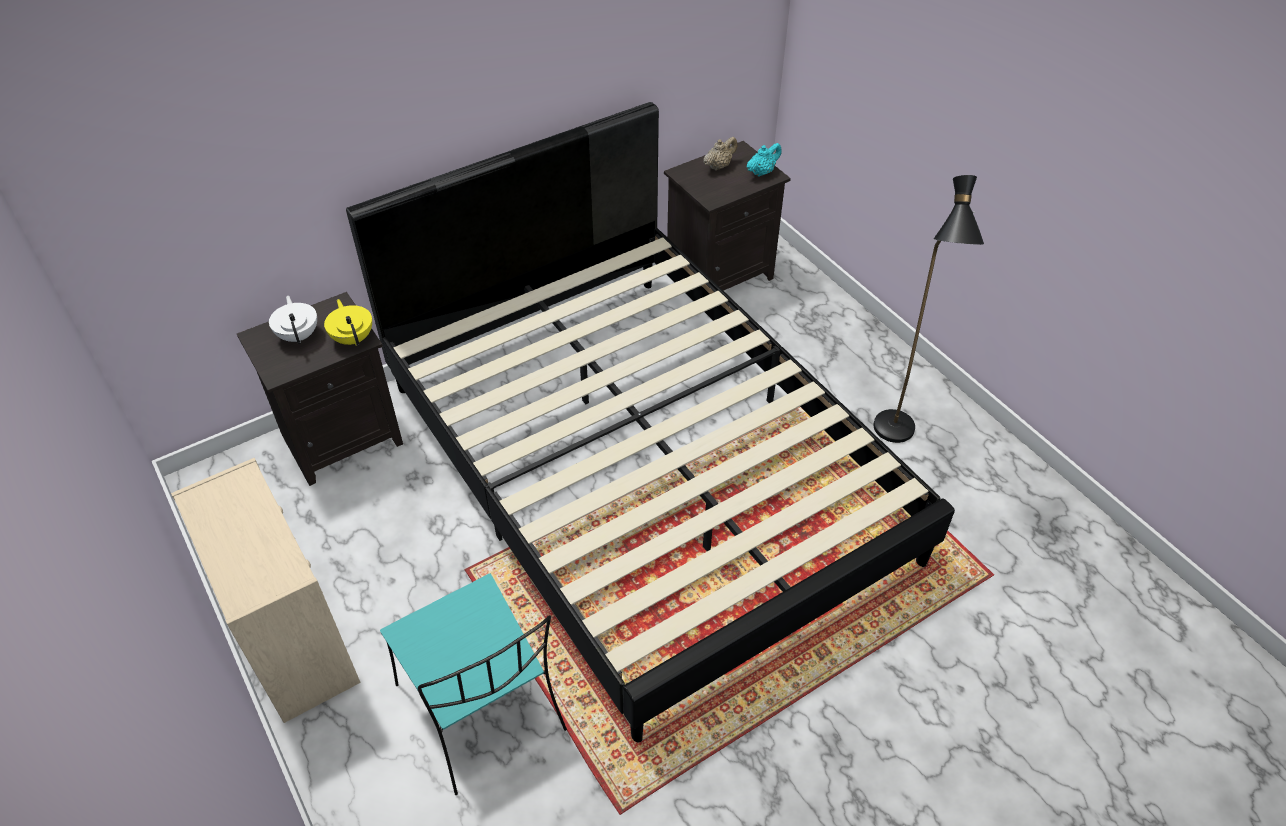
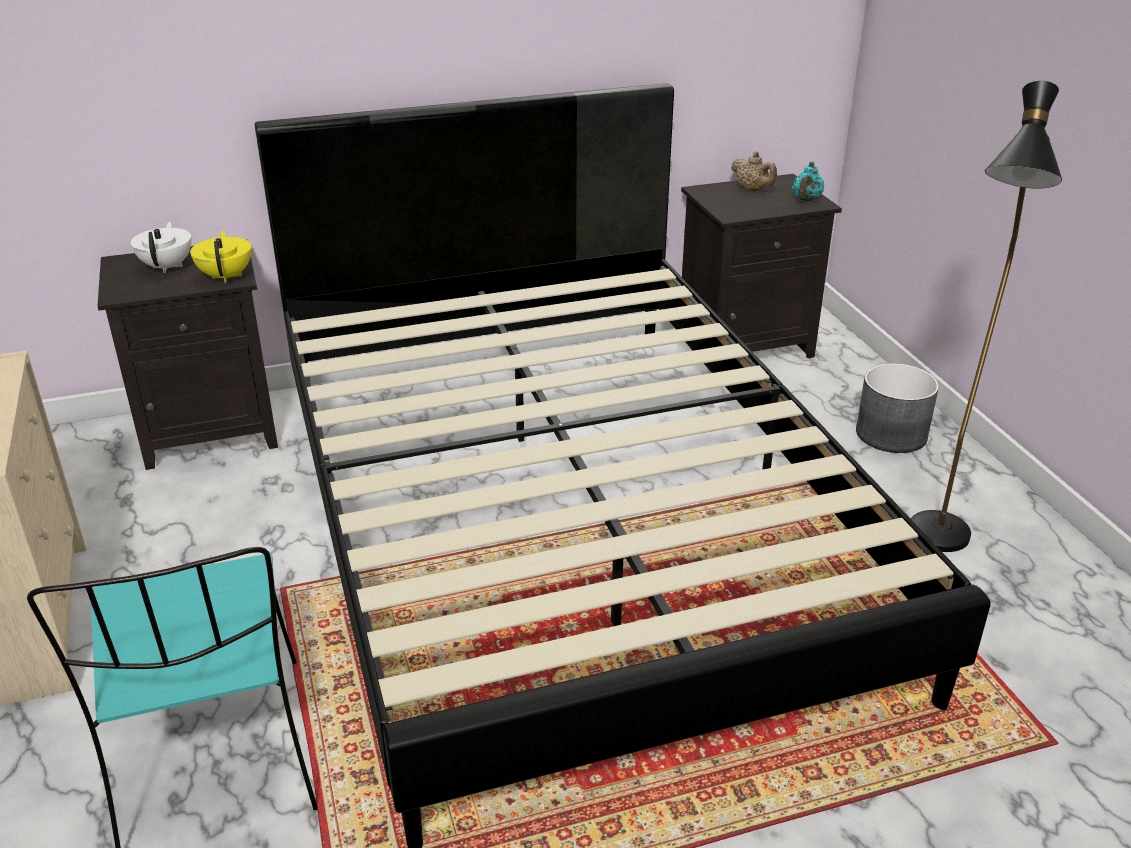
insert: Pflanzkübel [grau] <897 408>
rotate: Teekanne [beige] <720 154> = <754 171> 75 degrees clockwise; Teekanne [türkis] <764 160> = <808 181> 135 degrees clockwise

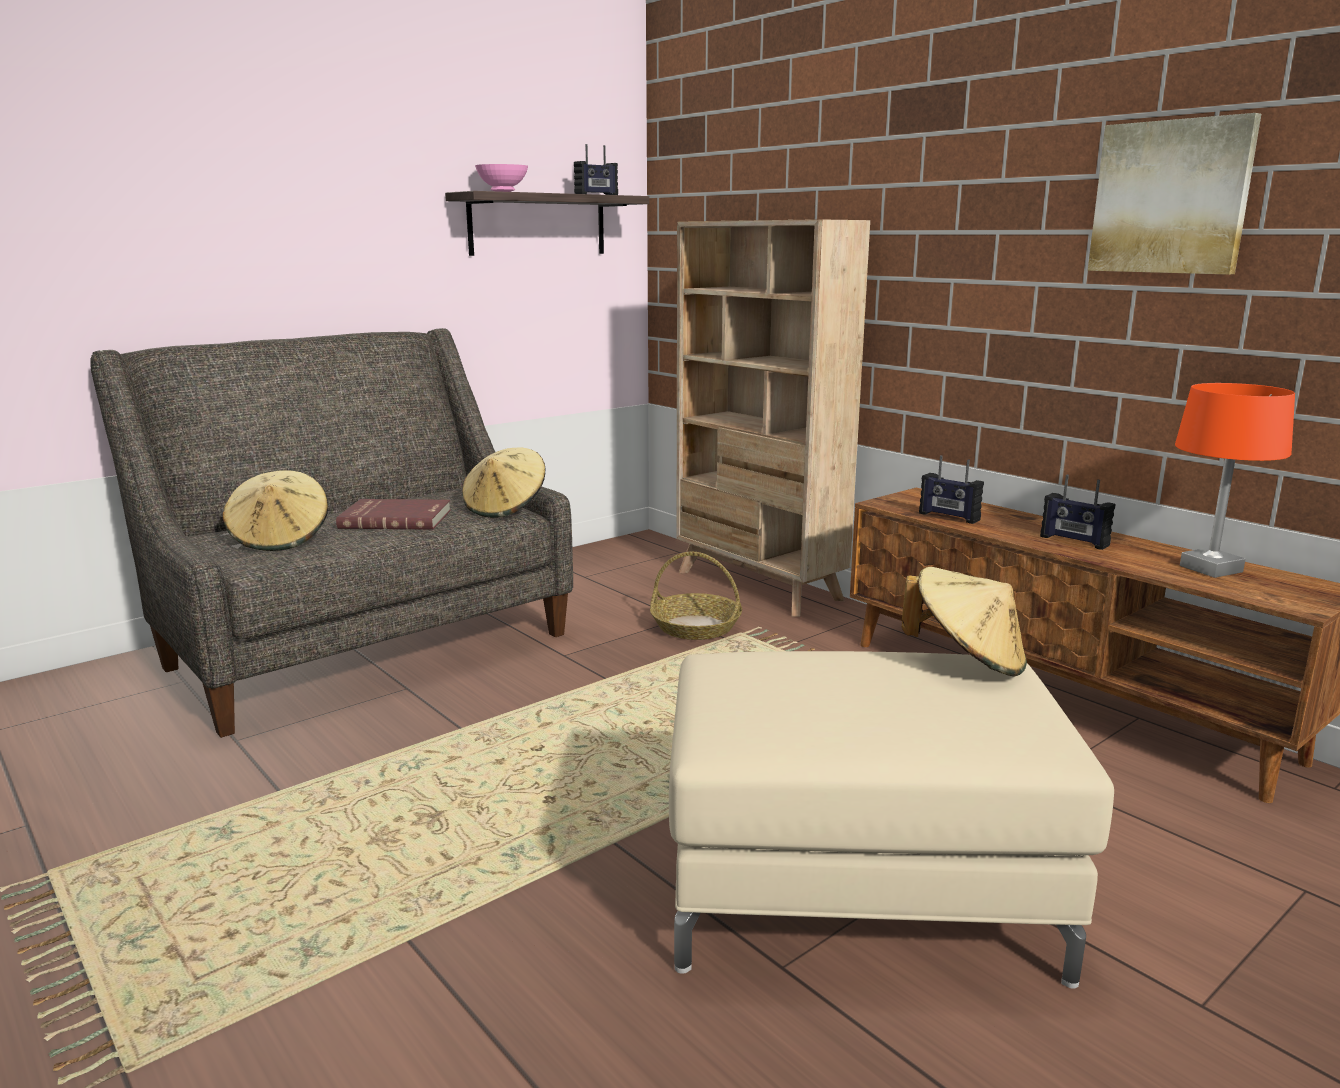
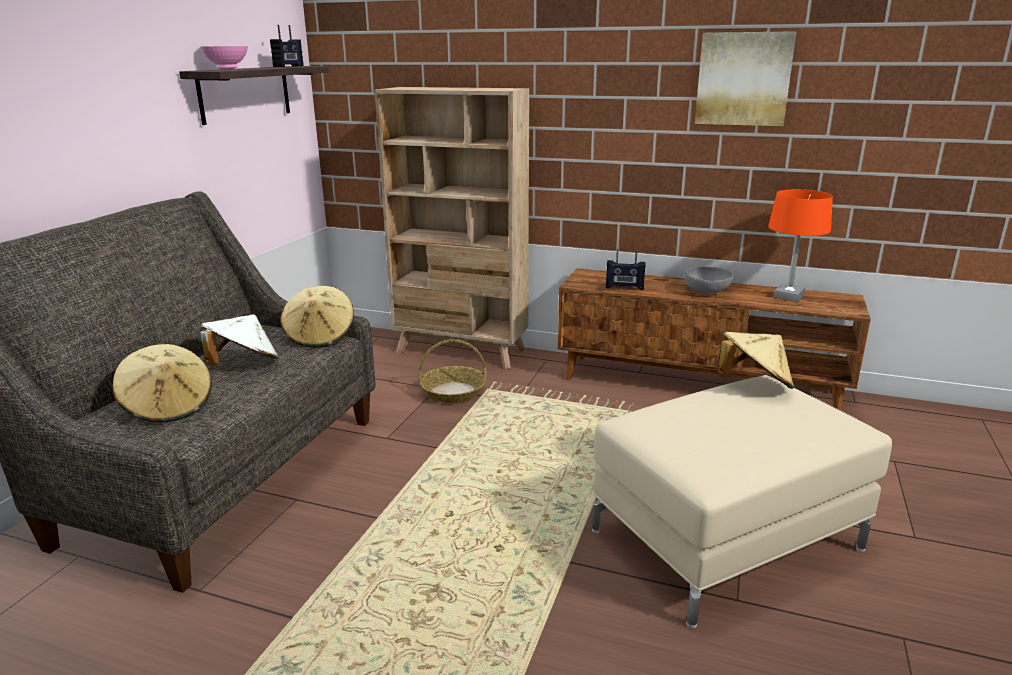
replace: Buch [rot] <393 514> to Hut [weiß] <239 339>; Radio <1077 512> to Schüssel [grau] <709 280>

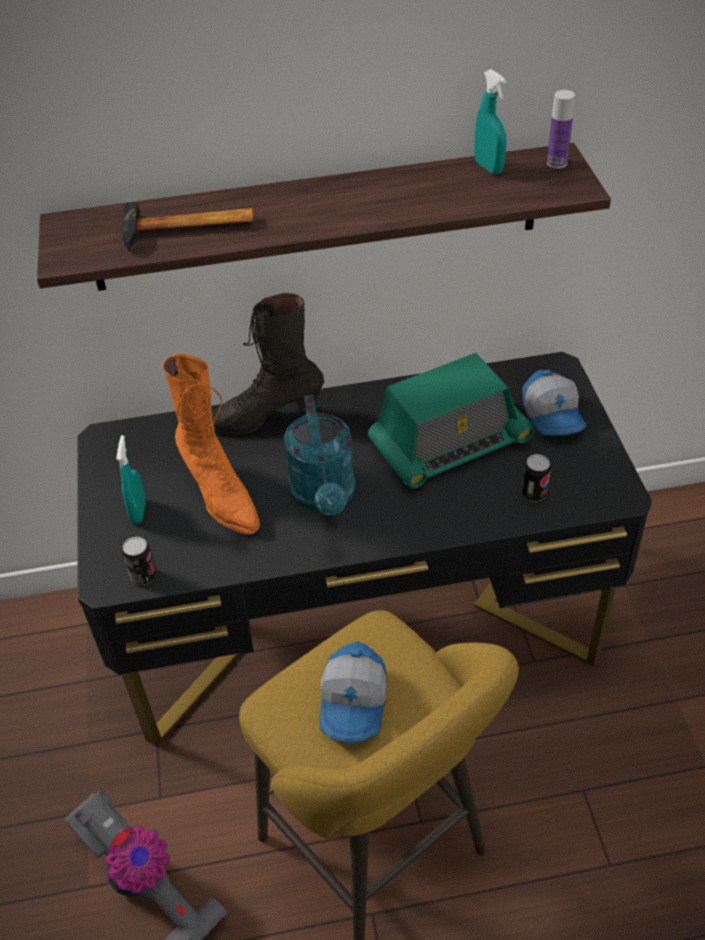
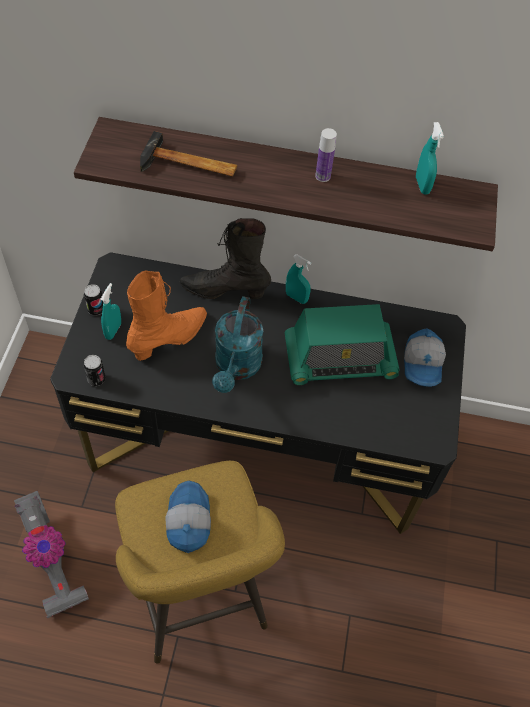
insert: Sprühflasche [türkis] <298 279>
move: Dose <536 478> to <93 299>; Flasche <561 129> to <326 155>
rotate: Stiefel [orange] <211 444> = <166 316> 120 degrees counterclockwise; Kappe <353 692> = <188 517> 150 degrees clockwise

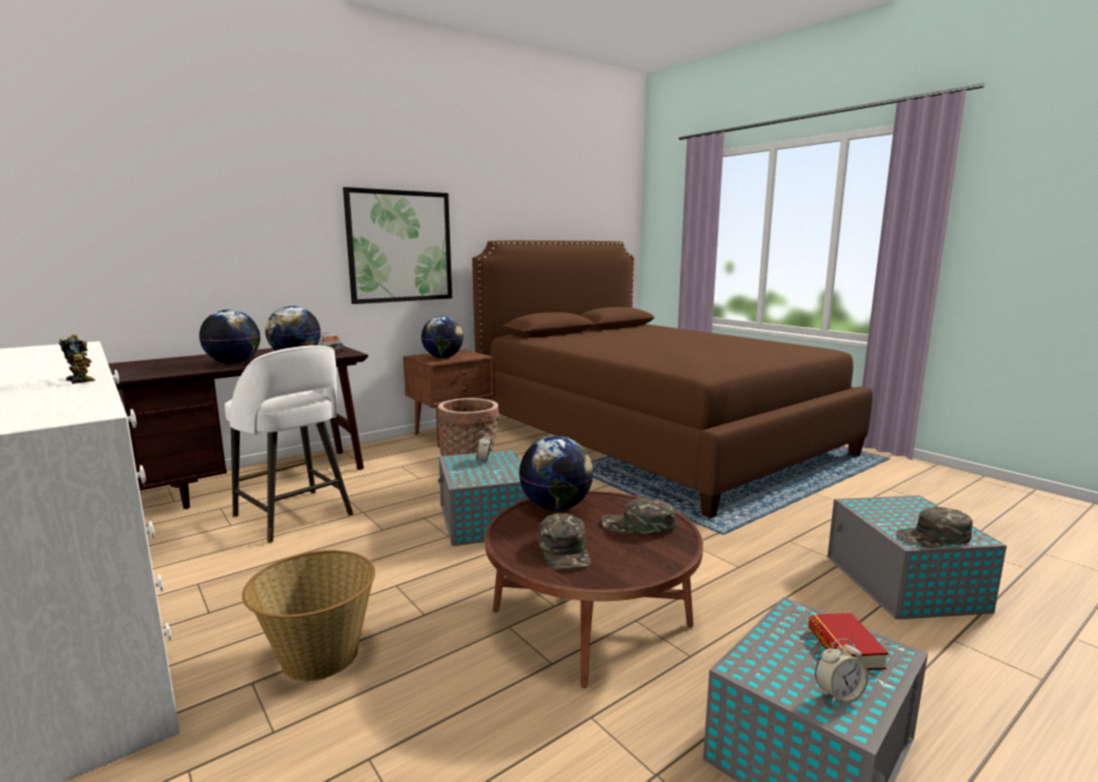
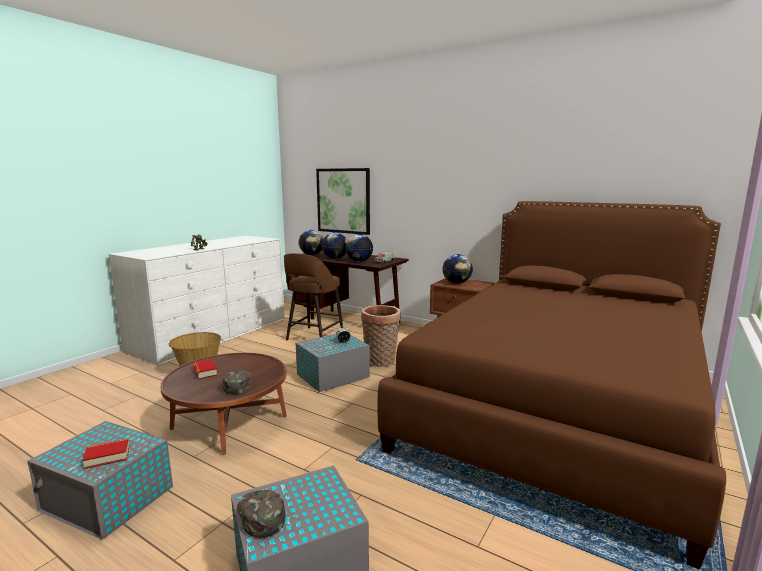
delete: Wecker <841 671>
move: Bild <397 245> to <343 201>; Globus <556 473> to <311 242>
replace: Kappe [grün] <564 541> to Buch <205 369>
recolor: Hocker [weiß] <289 444> to Hocker [braun] <313 297>

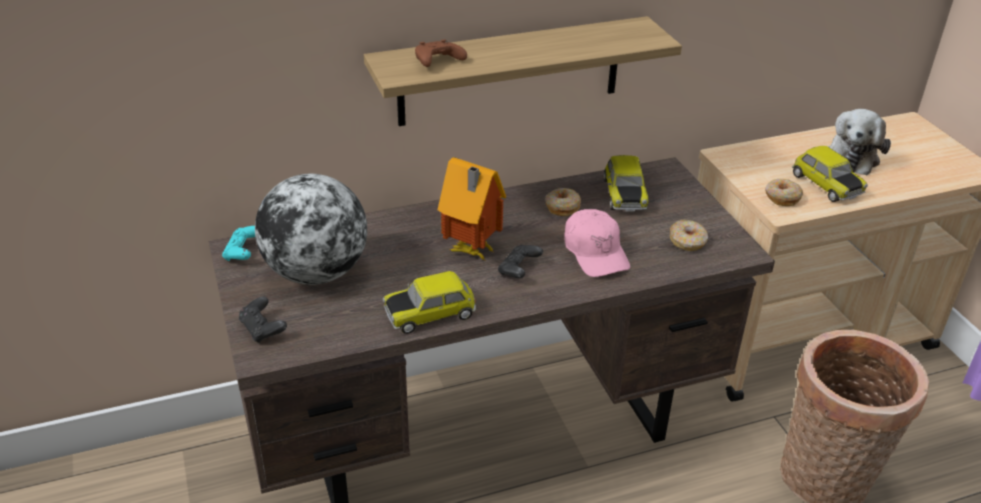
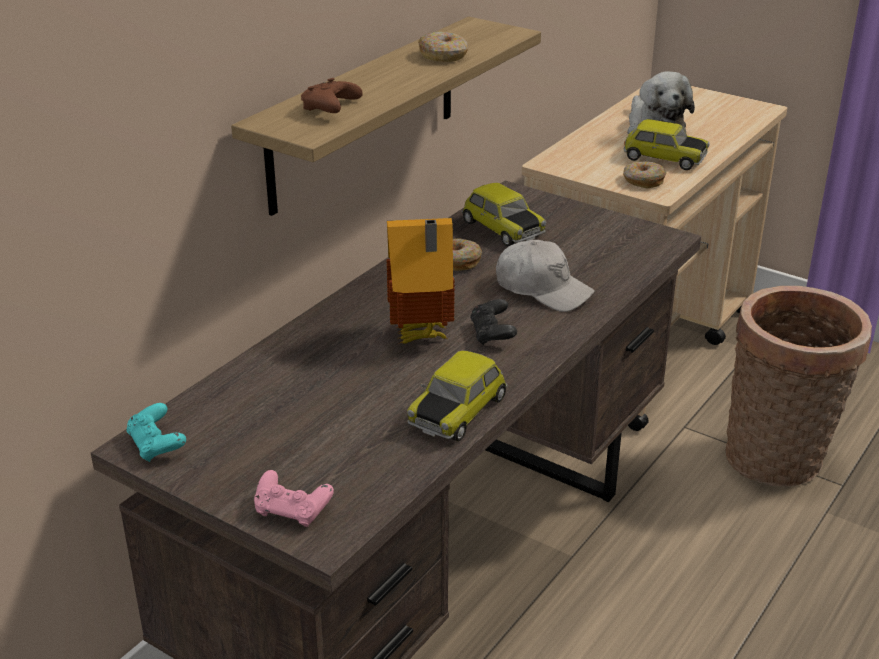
delete: Globus <311 229>
move: Donut <689 235> to <443 46>
recolor: Gamepad [schwarz] <263 320> to Gamepad [rosa] <294 498>; Kappe [rosa] <597 243> to Kappe [weiß] <545 276>

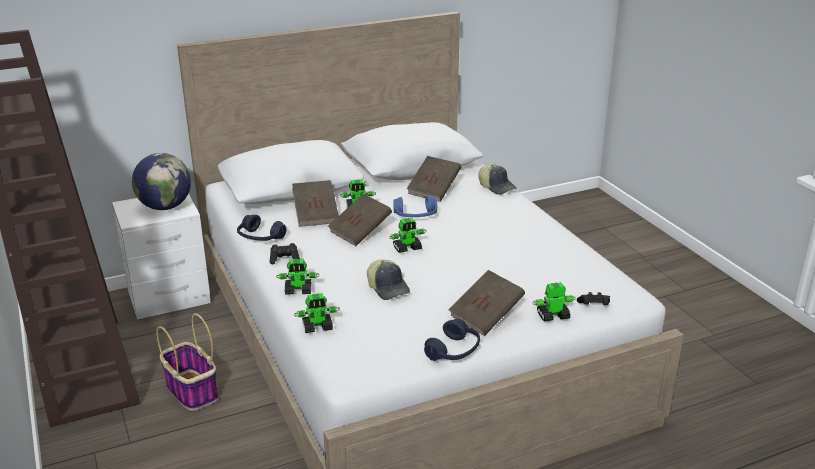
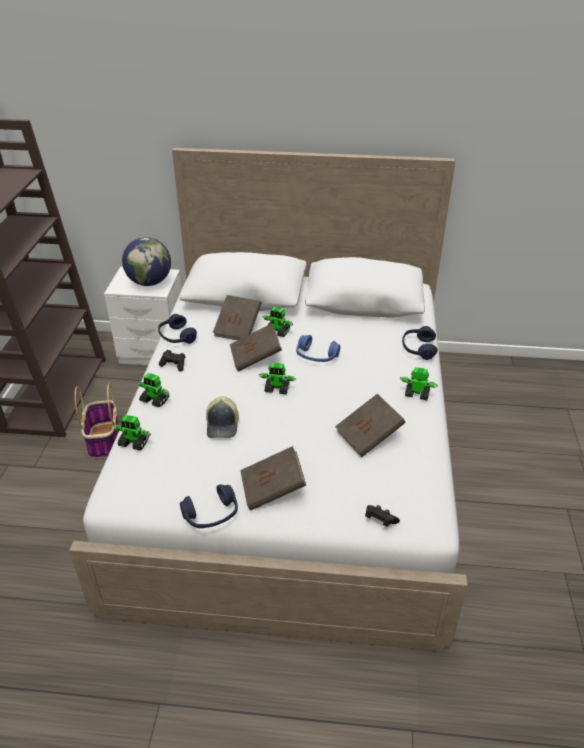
move: Buch [braun] <434 179> to <370 425>; Spielzeugroboter <554 301> to <419 383>
replace: Kappe <497 179> to Kopfhörer [blau] <420 343>

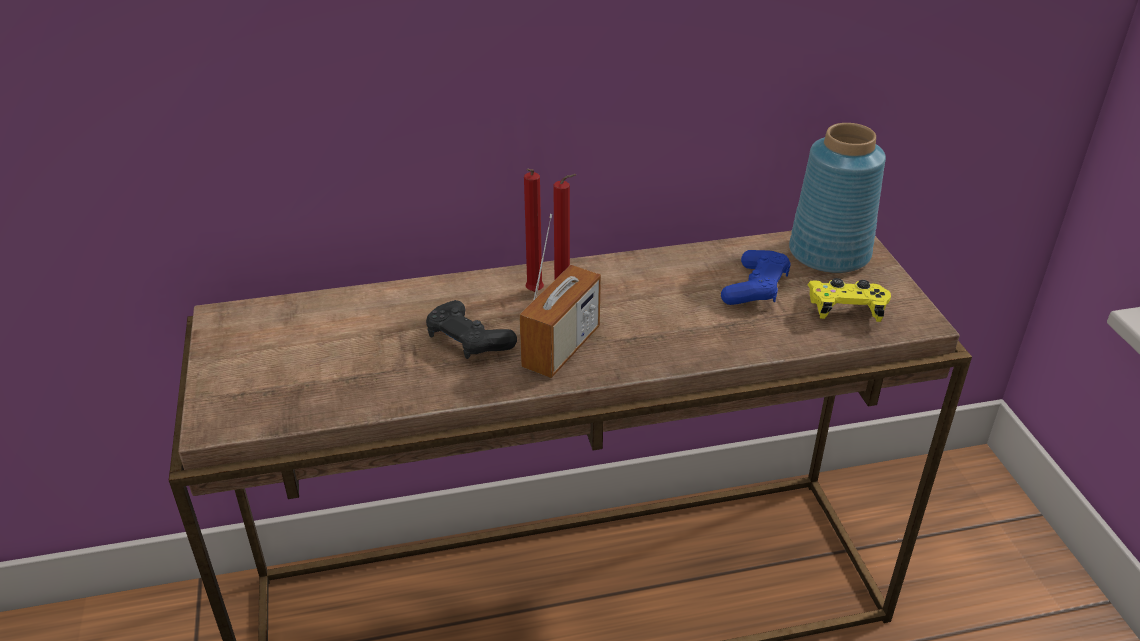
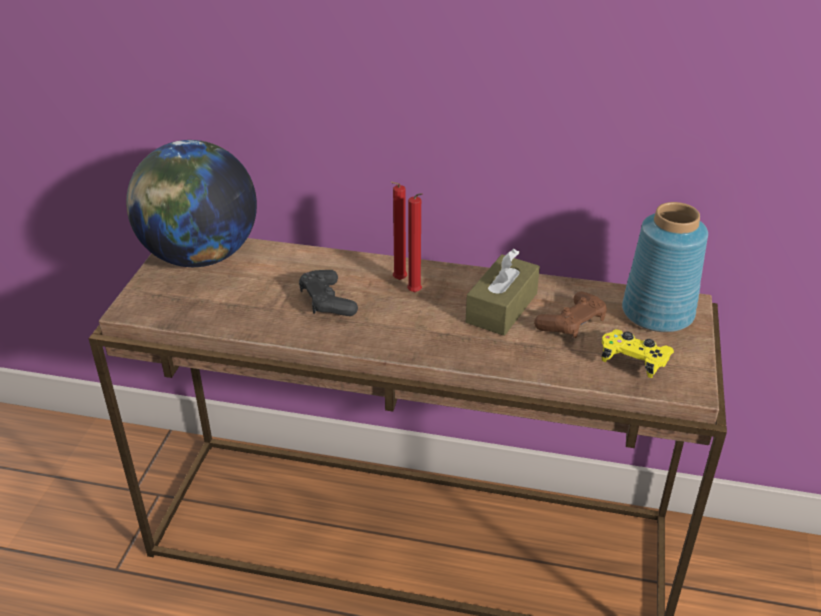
delete: Radio <560 296>
insert: Globus <191 203>; Taschentuchbox [braun] <503 292>
recolor: Gamepad [blau] <756 277> to Gamepad [braun] <570 314>

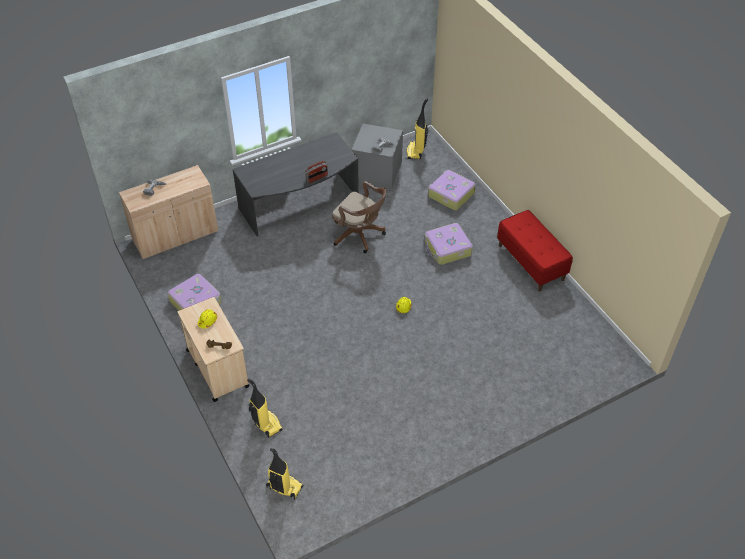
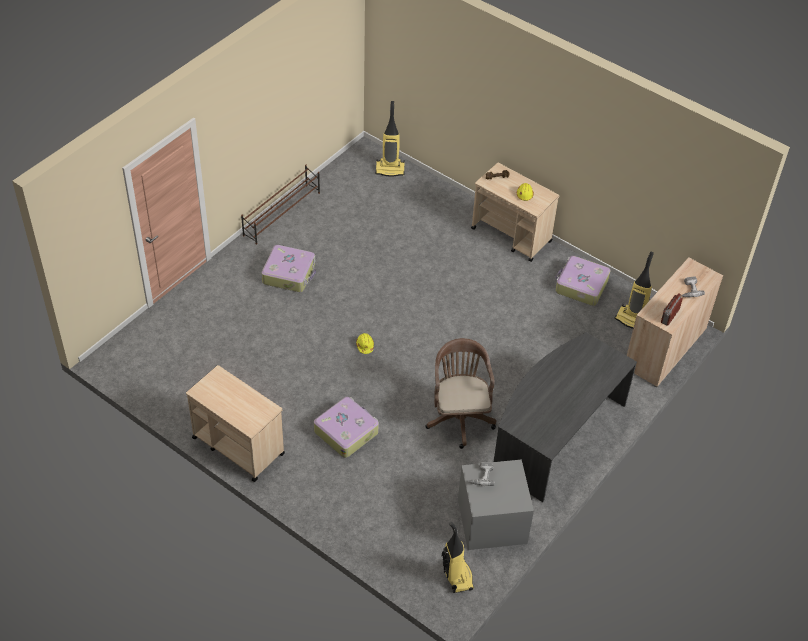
insert: Schuhregal [braun] <280 204>
move: Staubsauger <265 408> to <634 290>; Radio <316 172> to <672 309>; Koffer <452 190> to <289 268>
replace: Bank [rot] <535 250> to Rollwagen [beige] <235 423>
rotate: Bürostuhl [braun] <359 217> = <461 393> 75 degrees clockwise

